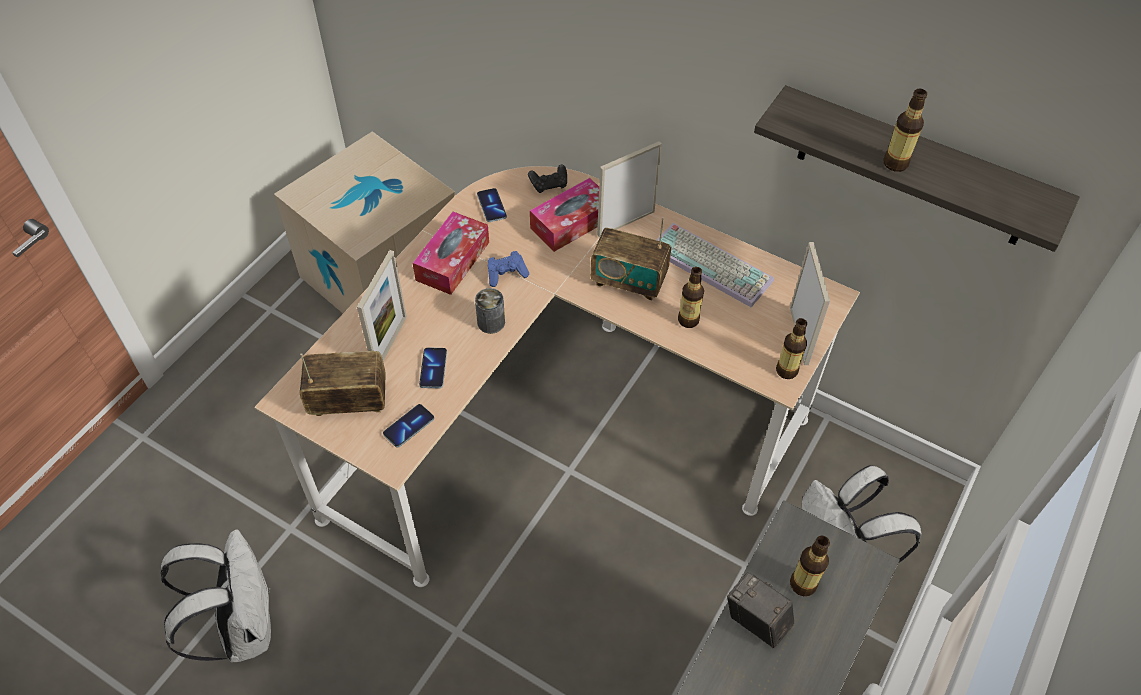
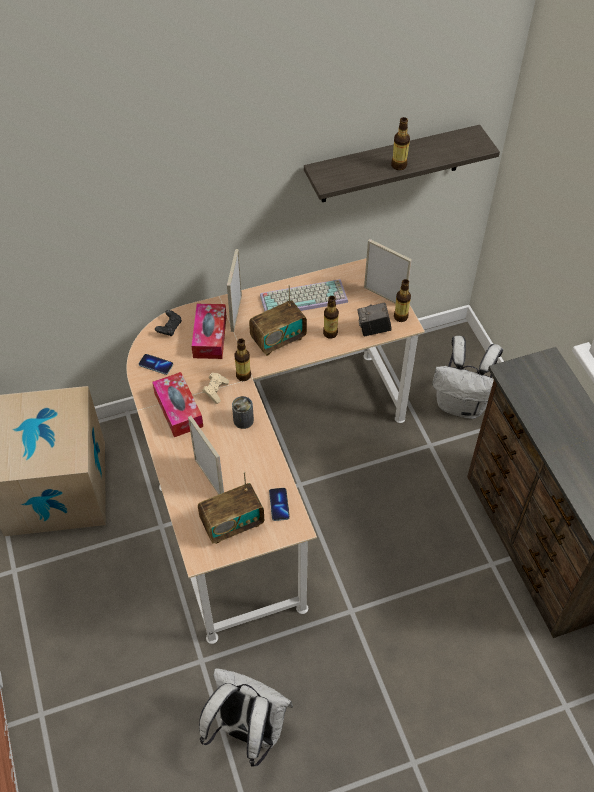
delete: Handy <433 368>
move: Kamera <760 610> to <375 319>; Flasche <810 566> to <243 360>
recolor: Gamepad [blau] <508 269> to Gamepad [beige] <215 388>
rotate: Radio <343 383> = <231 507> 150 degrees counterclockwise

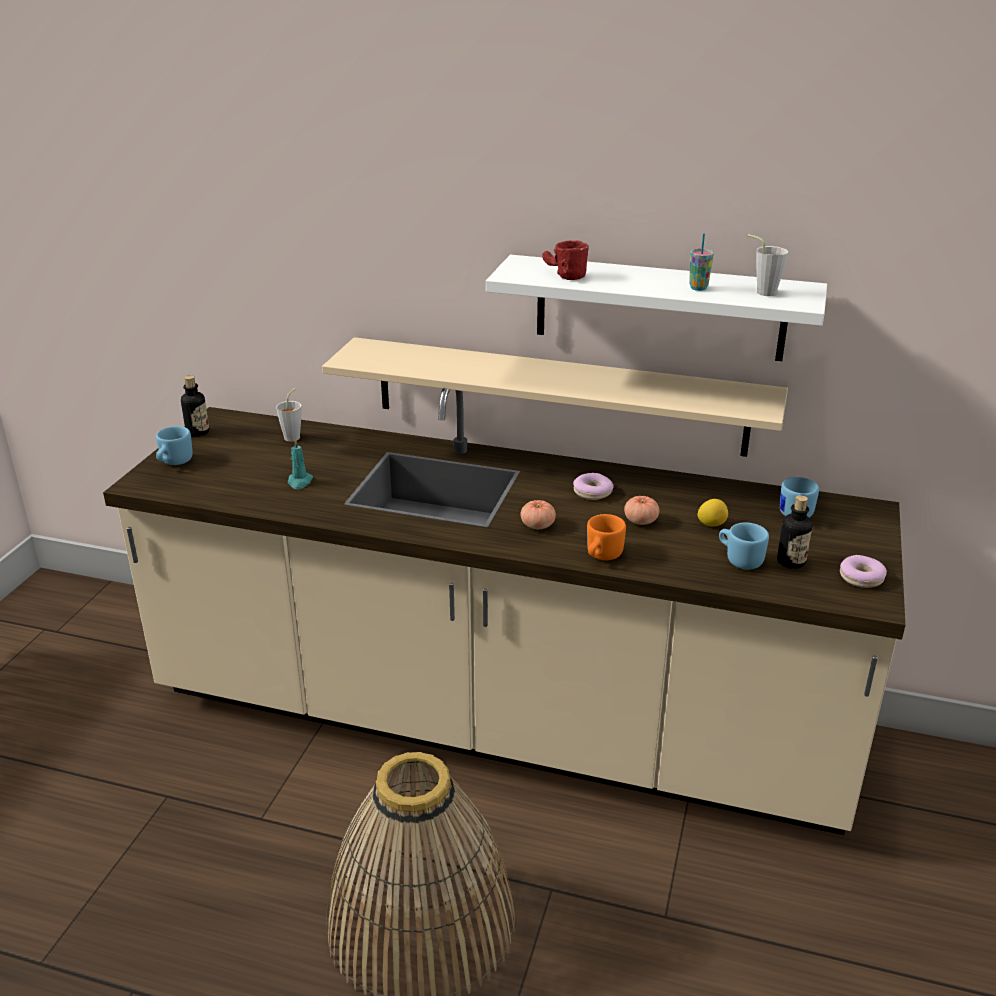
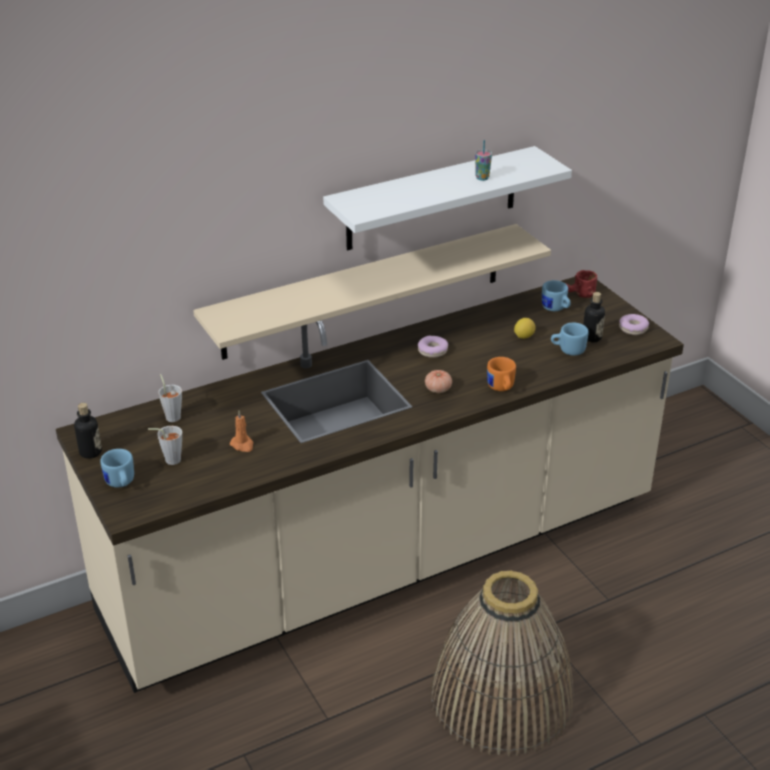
delete: Tomate <642 510>
move: Henkelbecher [rot] <565 260> to <581 284>; Tasse [grau] <768 265> to <165 445>
recolor: Kerze [türkis] <300 463> to Kerze [orange] <241 431>

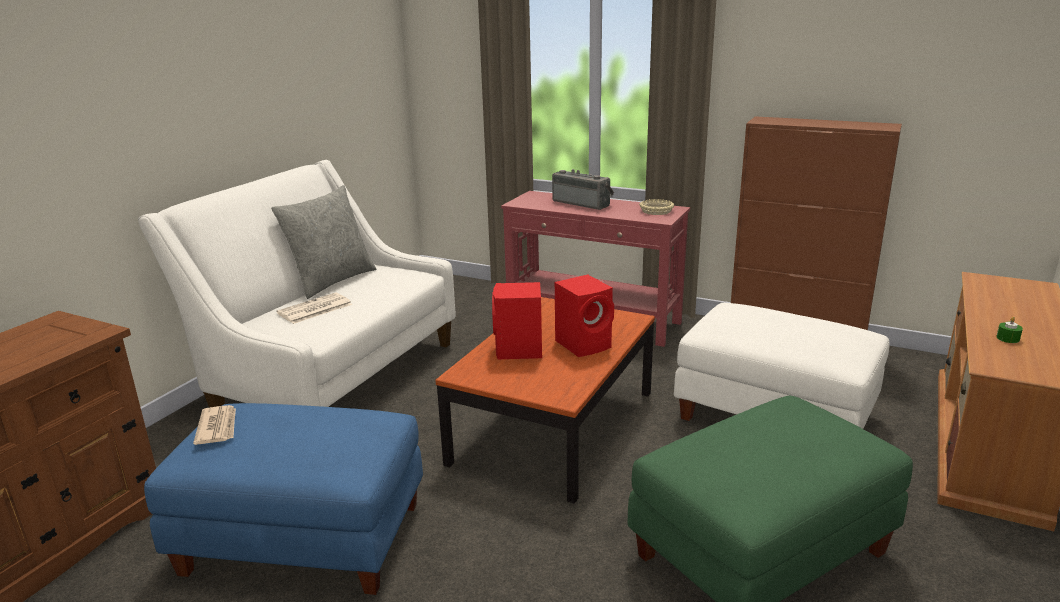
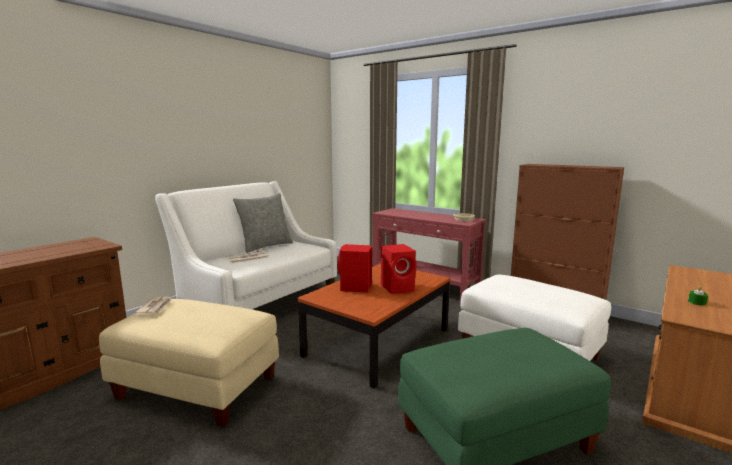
delete: Radio <583 189>
recolor: Polsterhocker [blau] <283 499> to Polsterhocker [beige] <189 363>

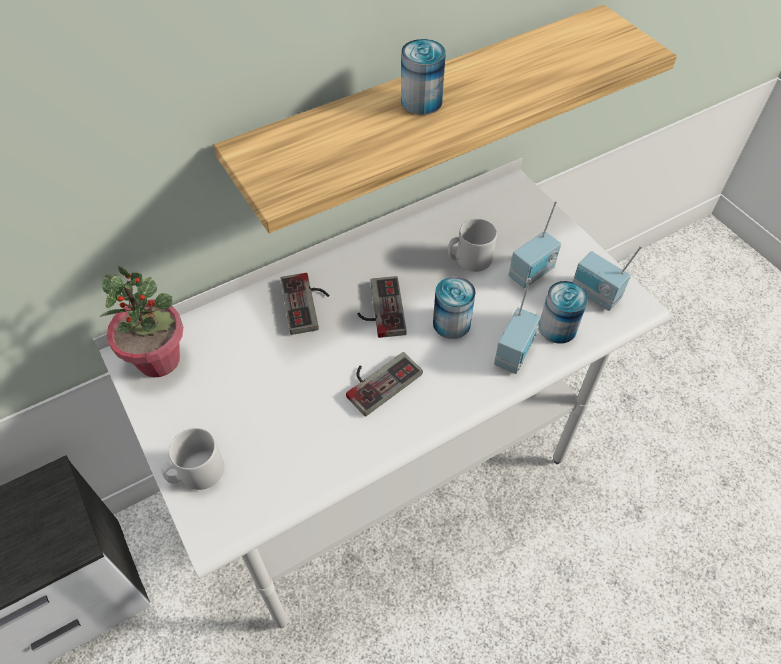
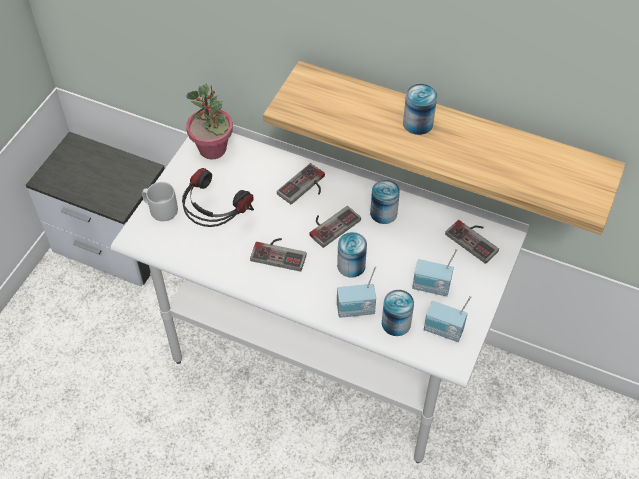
delete: Henkelbecher [grau] <472 245>
insert: Kopfhörer <218 197>; Dose <385 202>; Gamepad <472 242>
rotate: Radio <607 278> = <448 319> 75 degrees counterclockwise

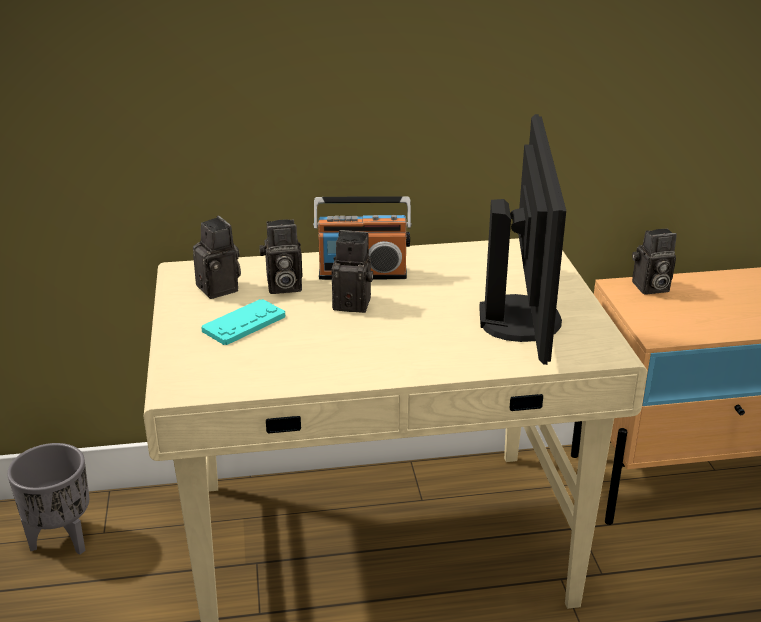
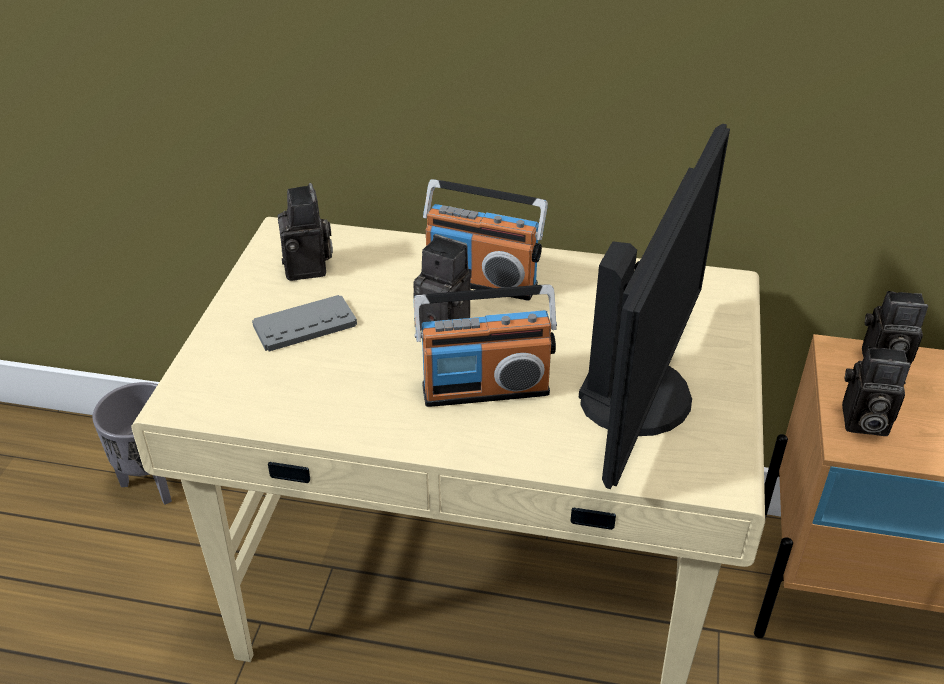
insert: Radio <485 345>
move: Kamera <281 256> to <876 391>
recolor: Gamepad [türkis] <243 322> to Gamepad [grau] <304 323>

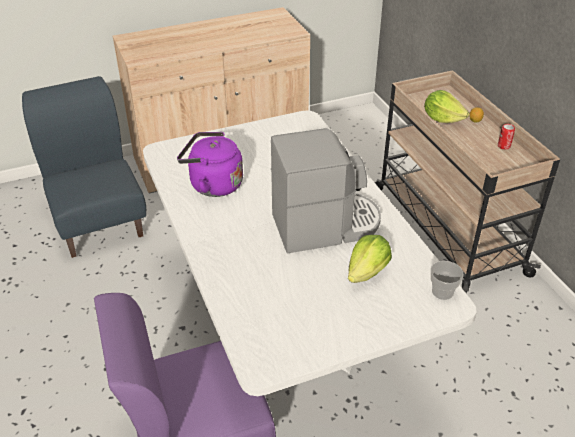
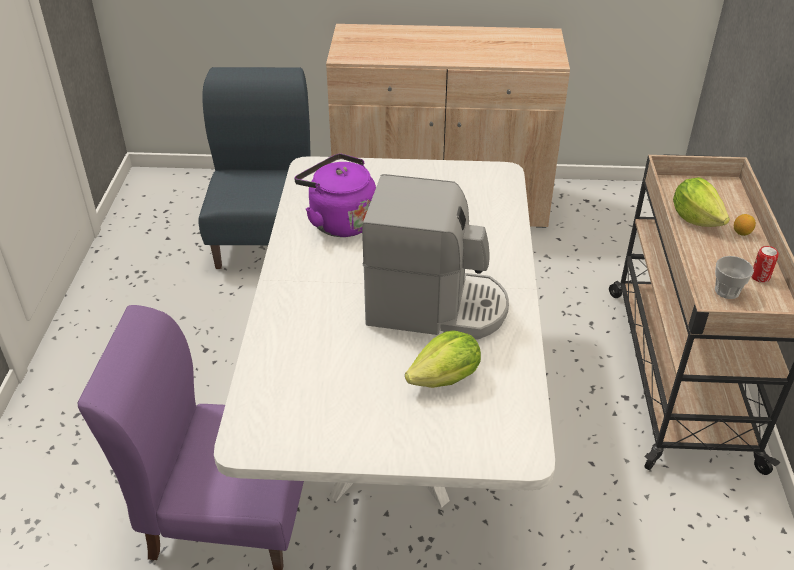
move: Tasse <447 280> to <734 277>

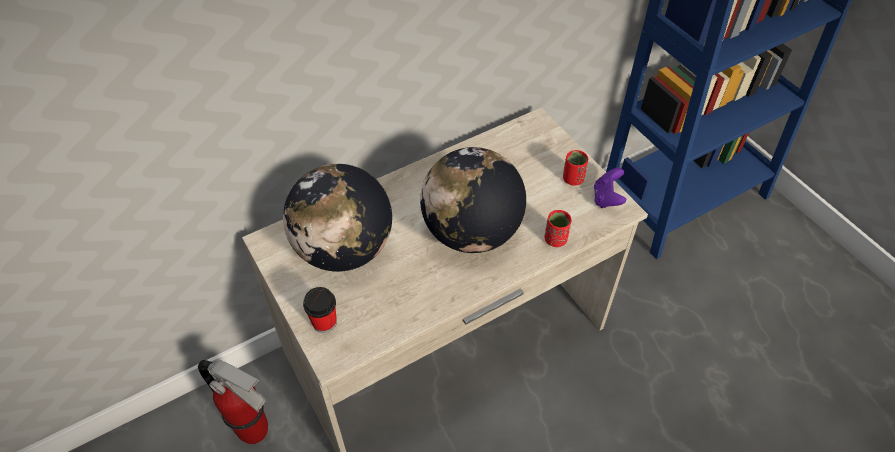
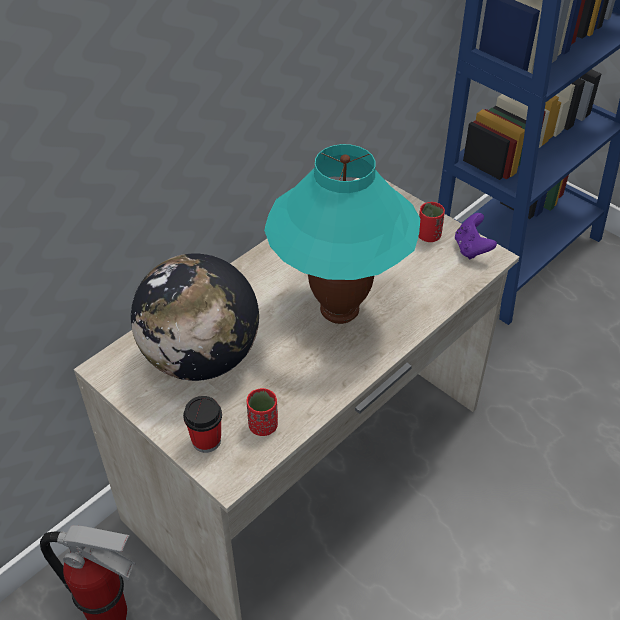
move: Tasse [rot] <558 228> to <262 412>
replace: Globus <473 200> to Tischlampe [türkis] <342 234>

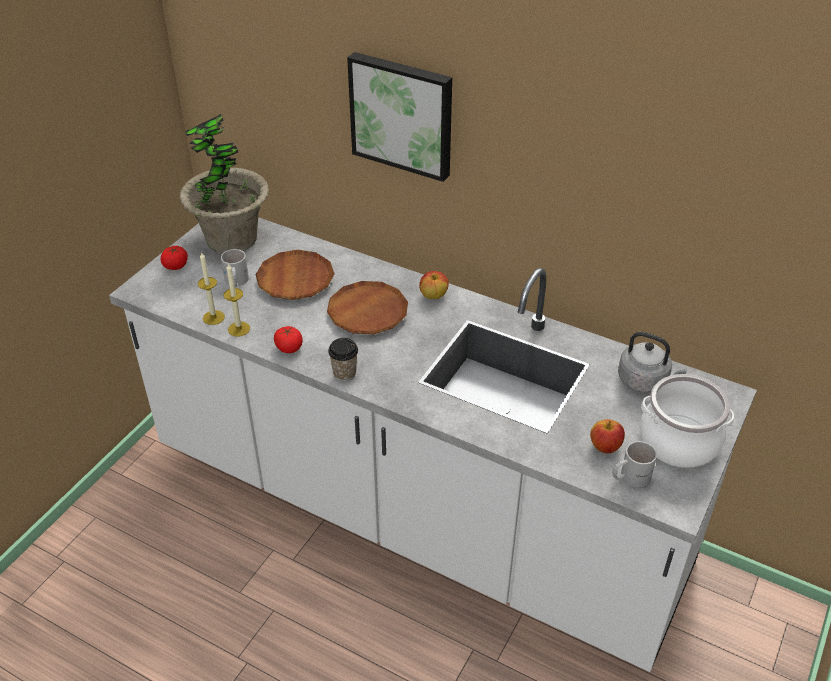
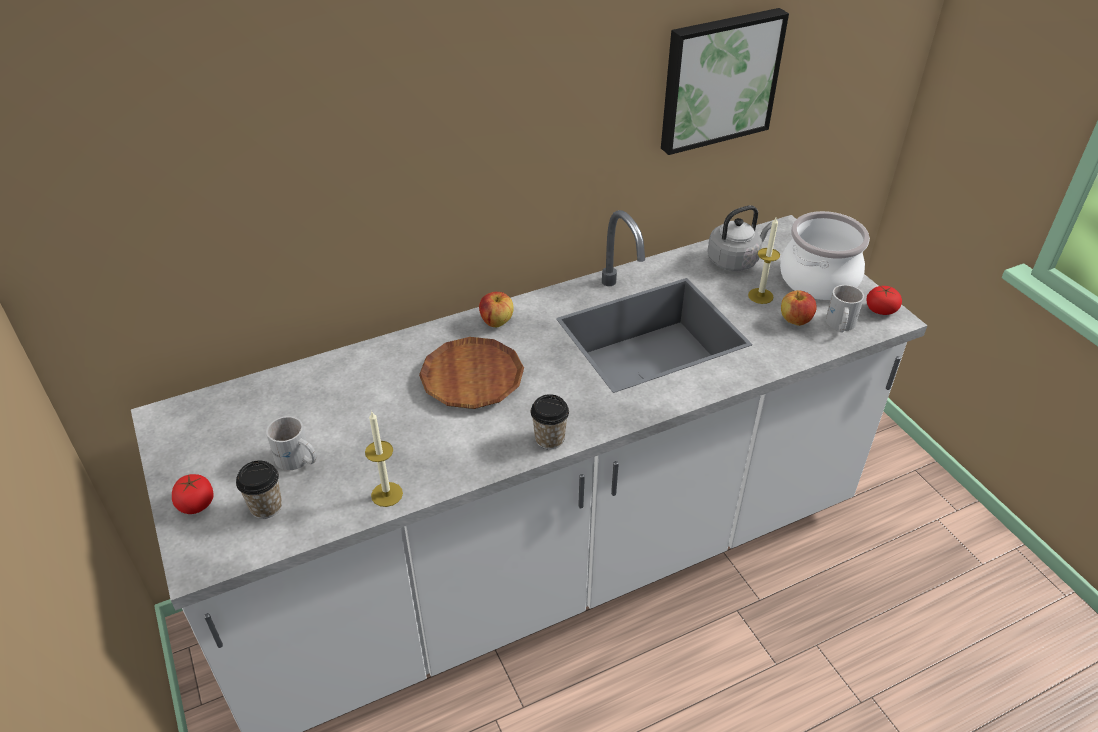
delete: Topfpflanze <224 183>; Teller [braun] <295 275>
insert: Tasse <259 489>
move: Kerze <211 288> to <764 260>; Tomate <288 339> to <884 300>; Bild <399 117> to <725 81>

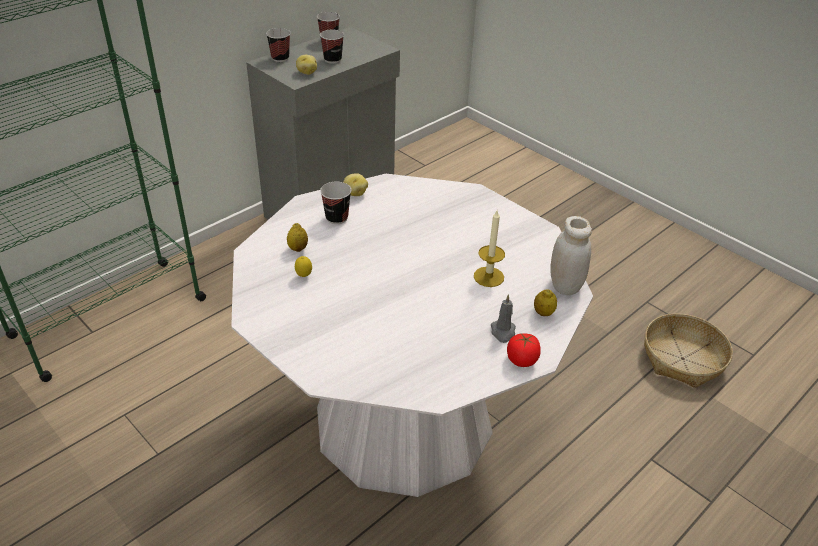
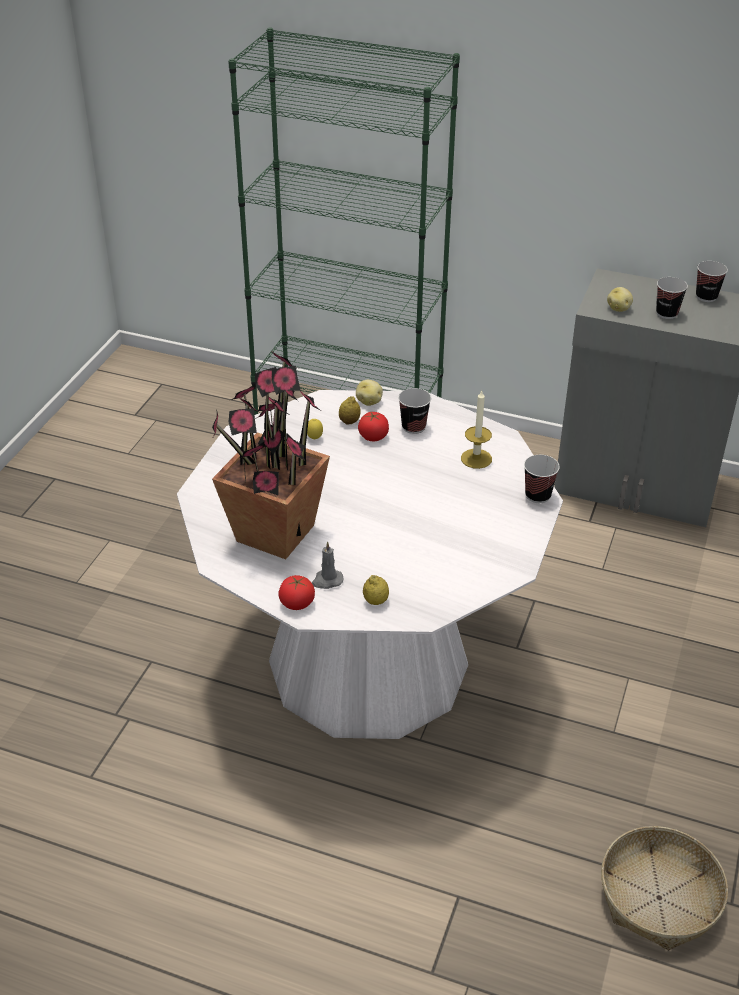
delete: Vorratsglas [weiß] <571 255>
insert: Topfpflanze <270 454>; Tomate <373 426>
move: Tasse <278 45> to <542 479>; Kartoffel <355 184> to <369 393>; Kerze <489 249> to <476 429>

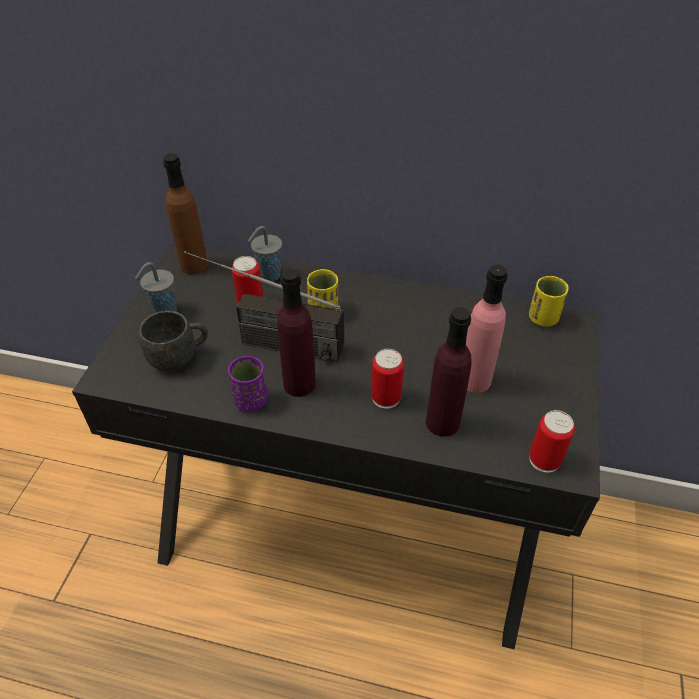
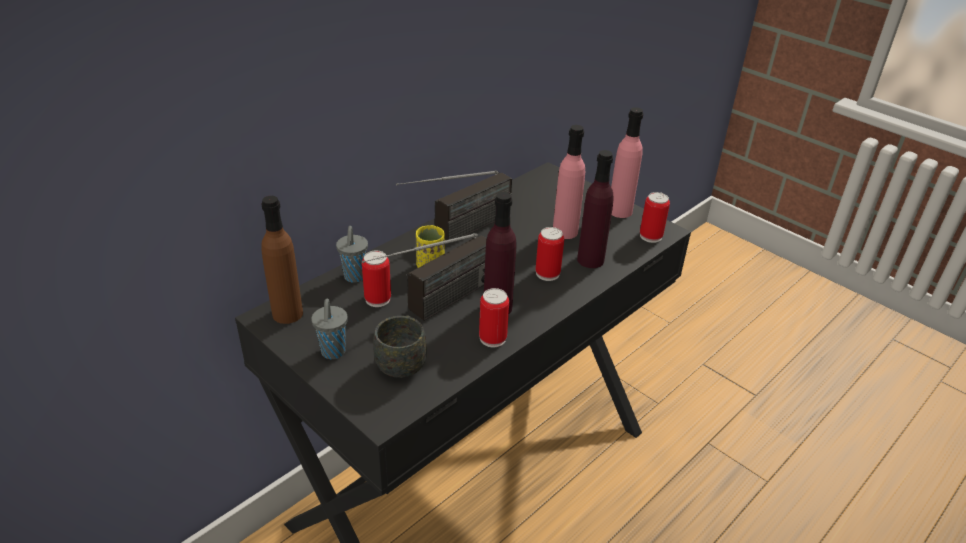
delete: Tasse [gelb] <548 301>
insert: Radio <454 207>; Flasche [rosa] <627 162>
replace: Tasse [lila] <248 384> to Dose <494 317>

